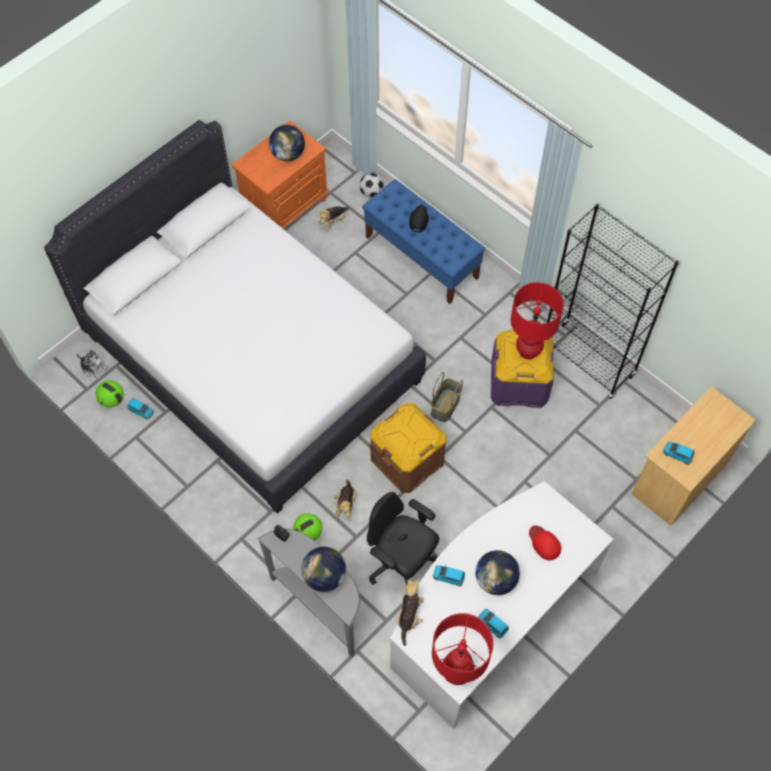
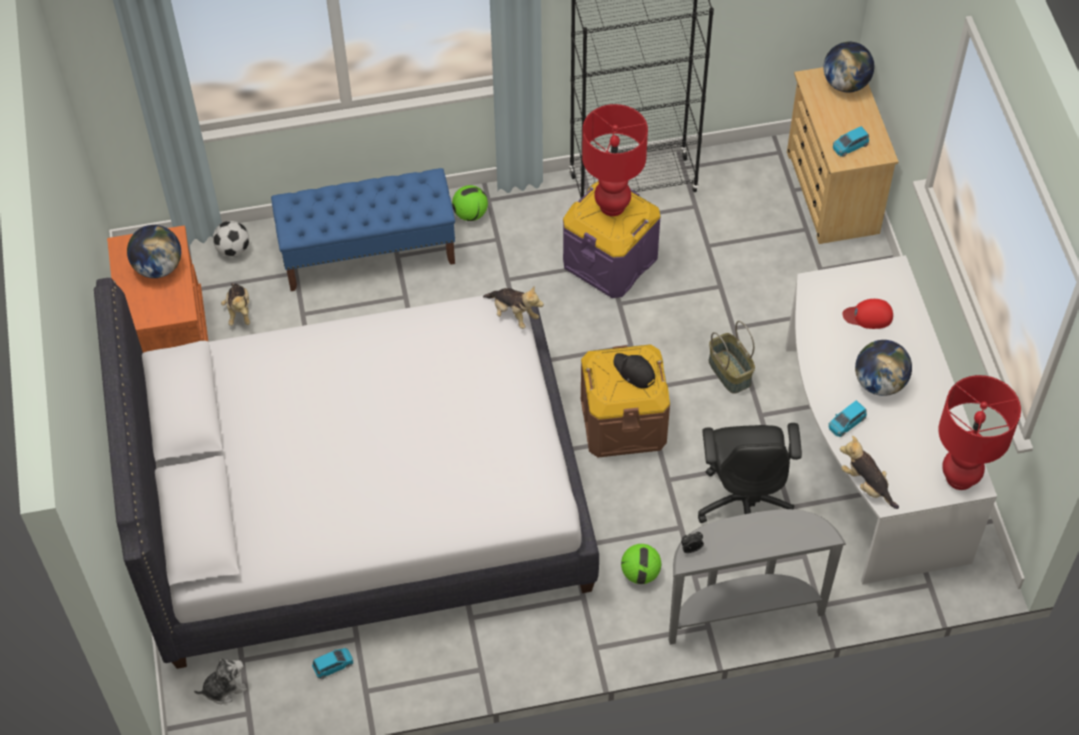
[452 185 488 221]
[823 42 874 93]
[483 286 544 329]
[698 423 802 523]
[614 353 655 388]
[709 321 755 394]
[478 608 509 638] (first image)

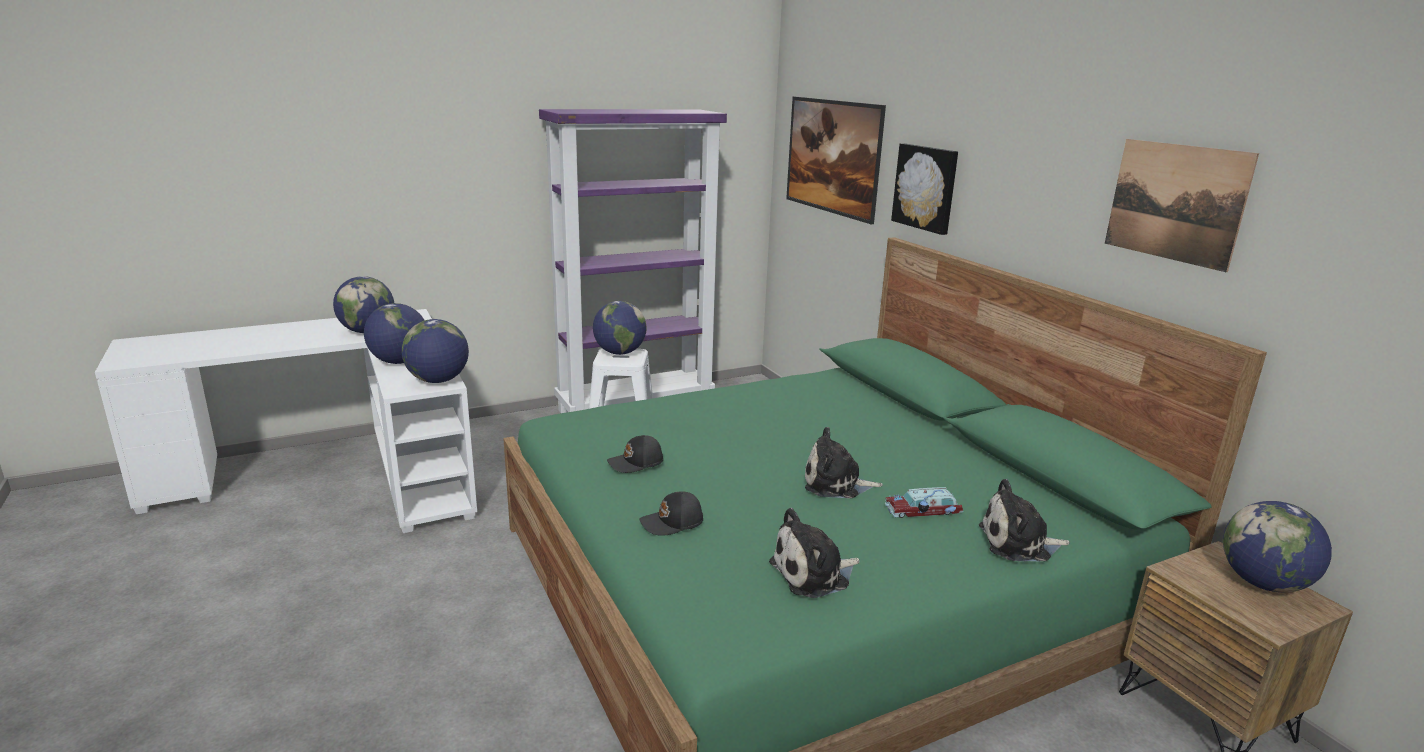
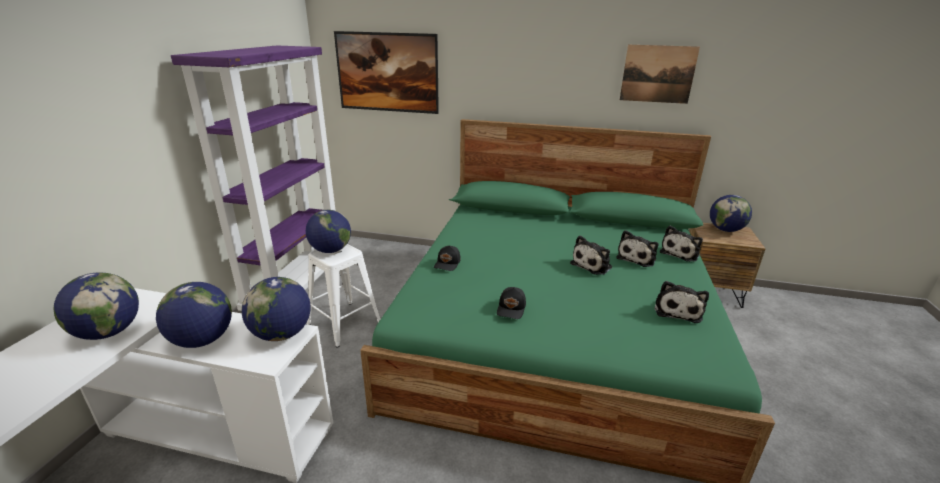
[434 246 461 271]
[616 230 659 267]
[891 143 958 235] (first image)

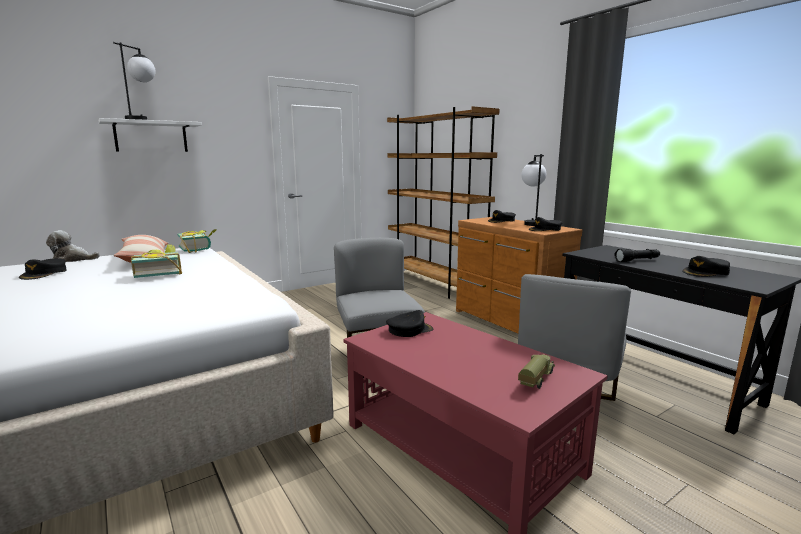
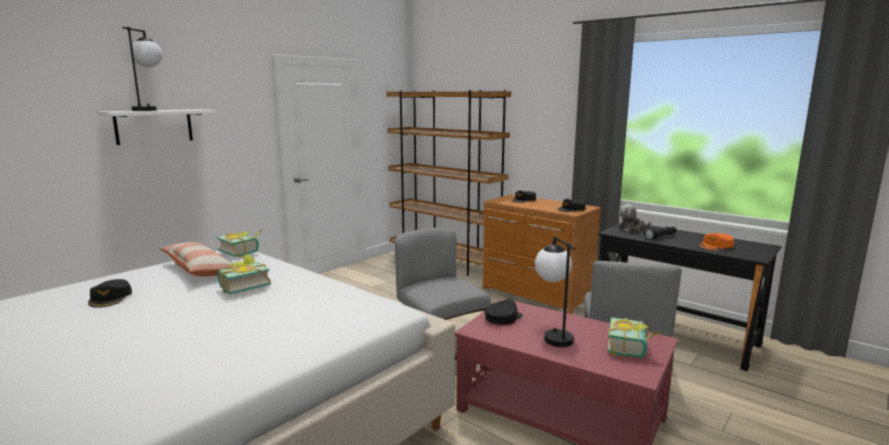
[618 204 651 232]
[608 317 661 358]
[535 236 575 347]
[700 233 734 250]

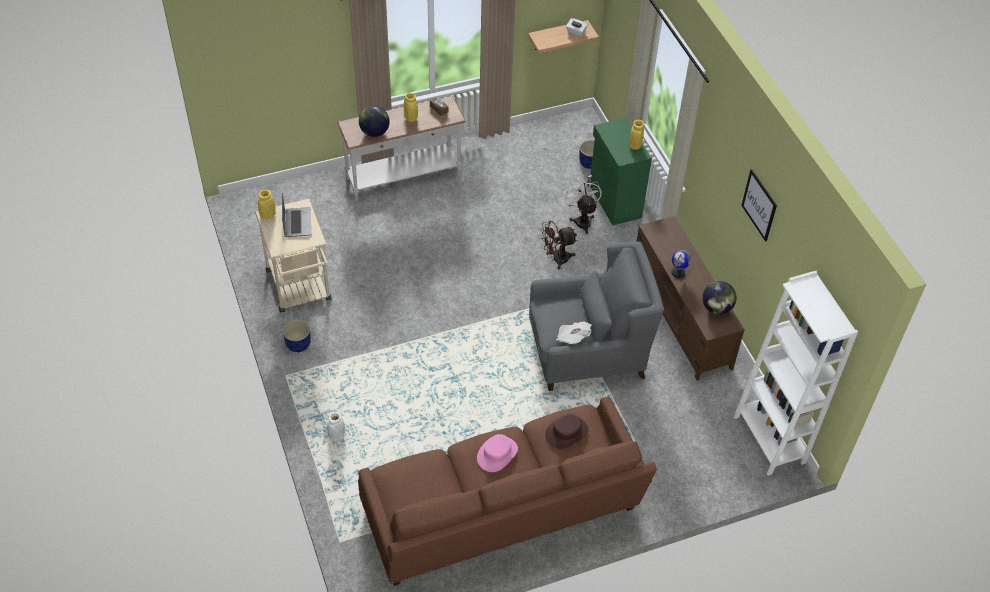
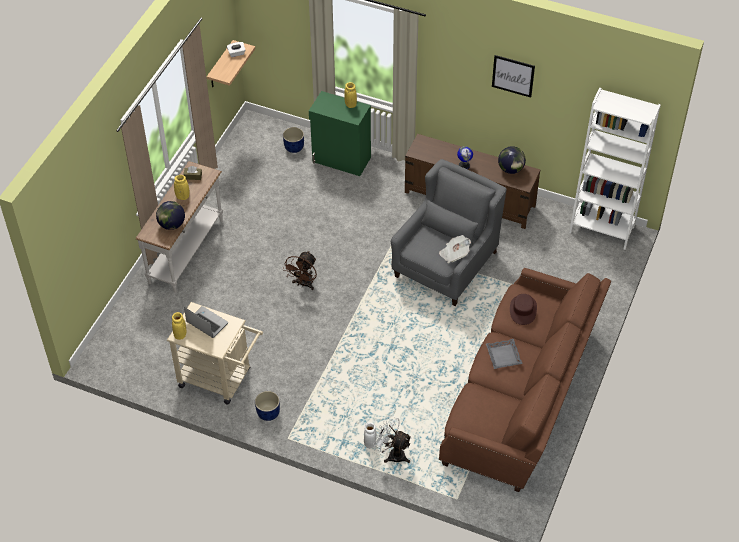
[486 339 523 369]
[284 251 317 290]
[373 415 412 463]

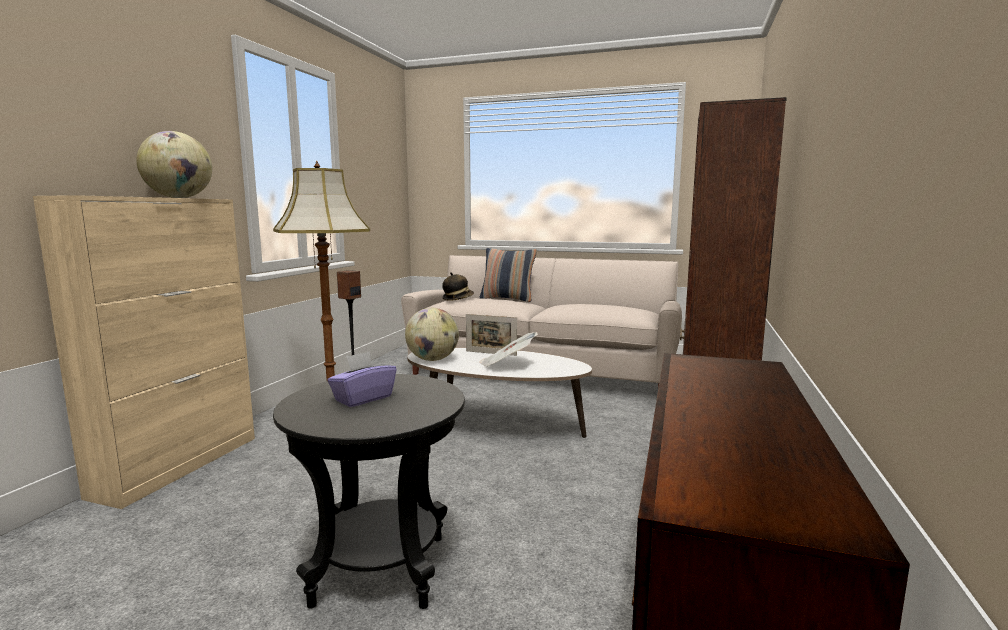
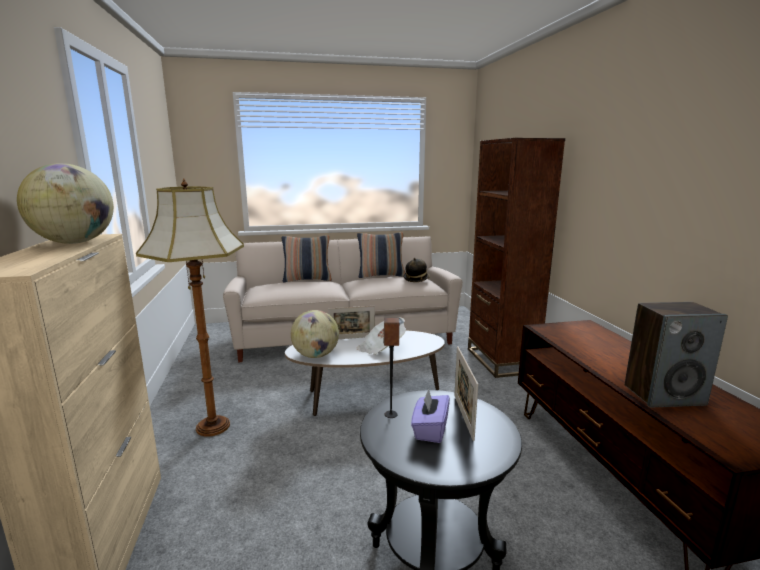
[404 258 430 282]
[357 232 405 278]
[454 346 478 441]
[625 302 728 407]

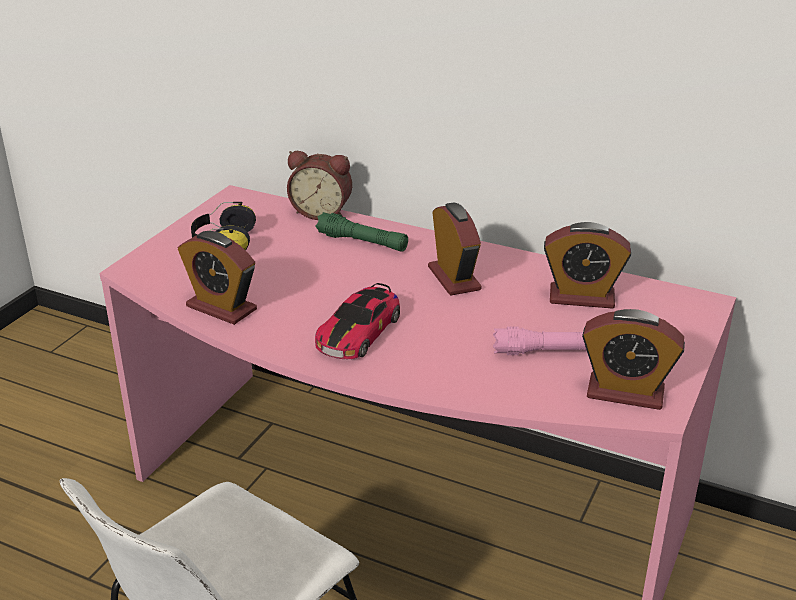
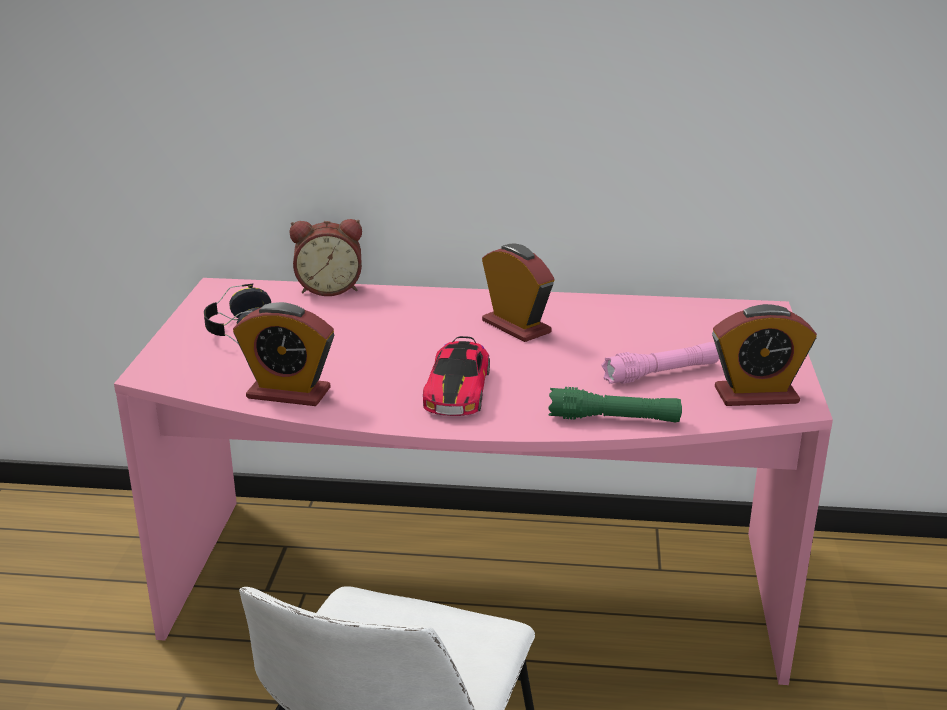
[548 387 682 422]
[544 222 631 309] (first image)

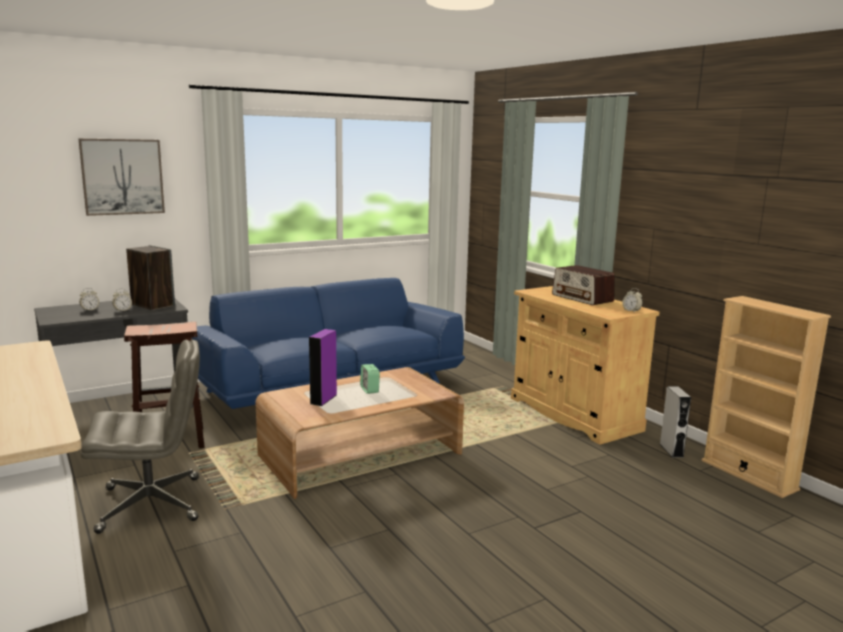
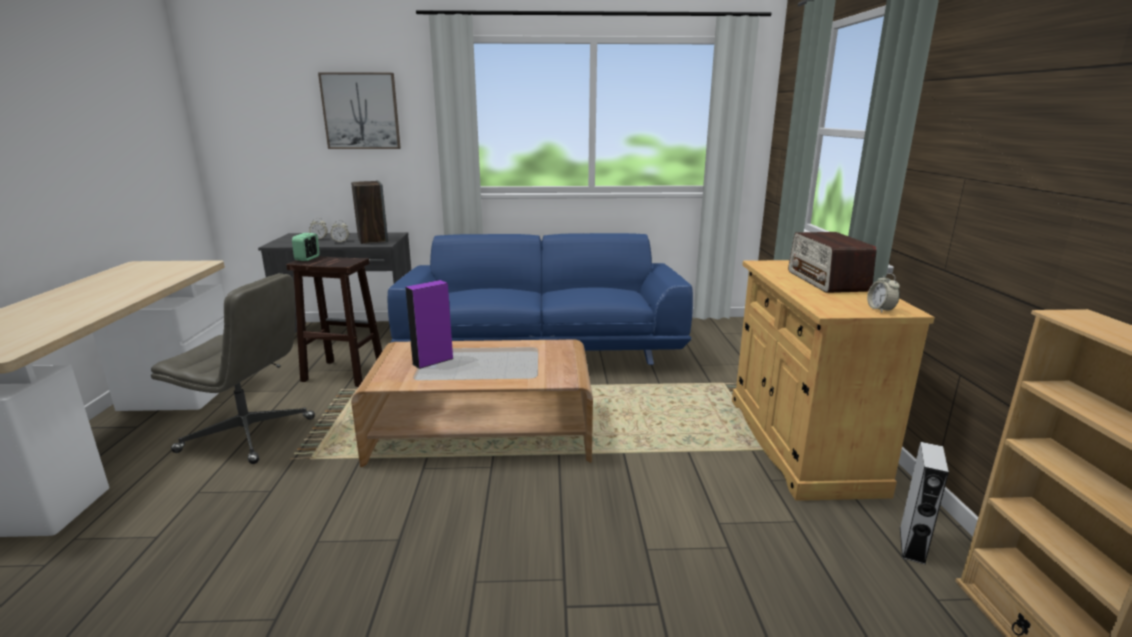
[292 233 320 261]

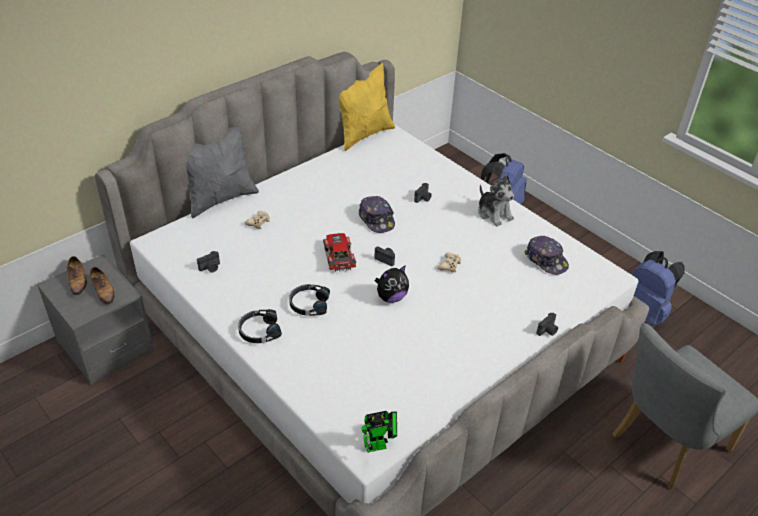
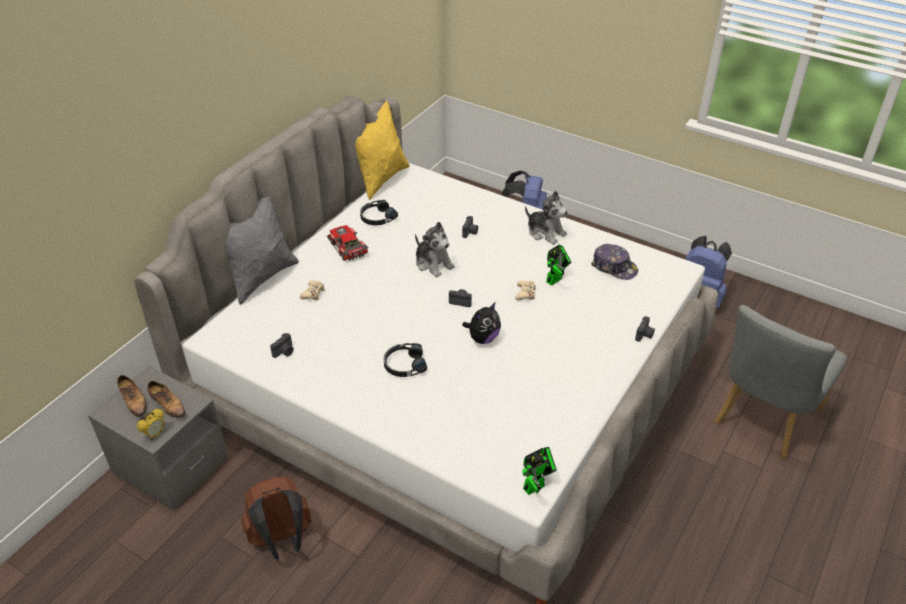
[360 200 398 225]
[327 225 368 261]
[415 222 455 277]
[137 409 164 440]
[242 476 311 559]
[546 245 571 286]

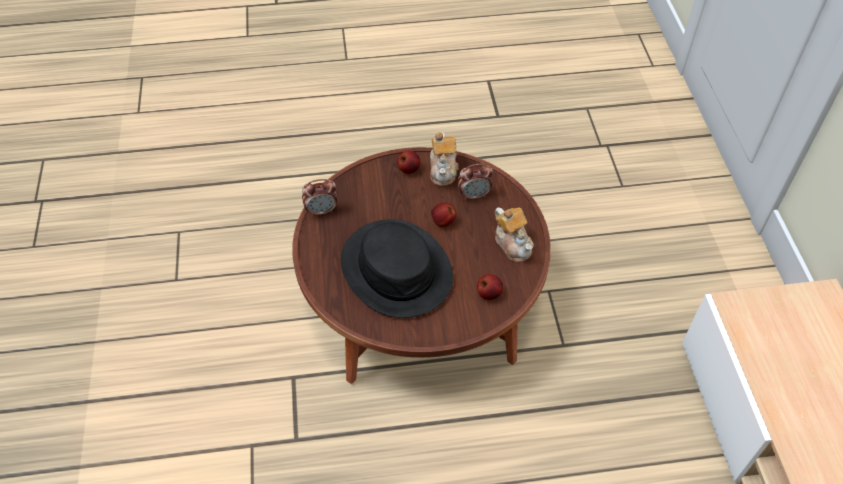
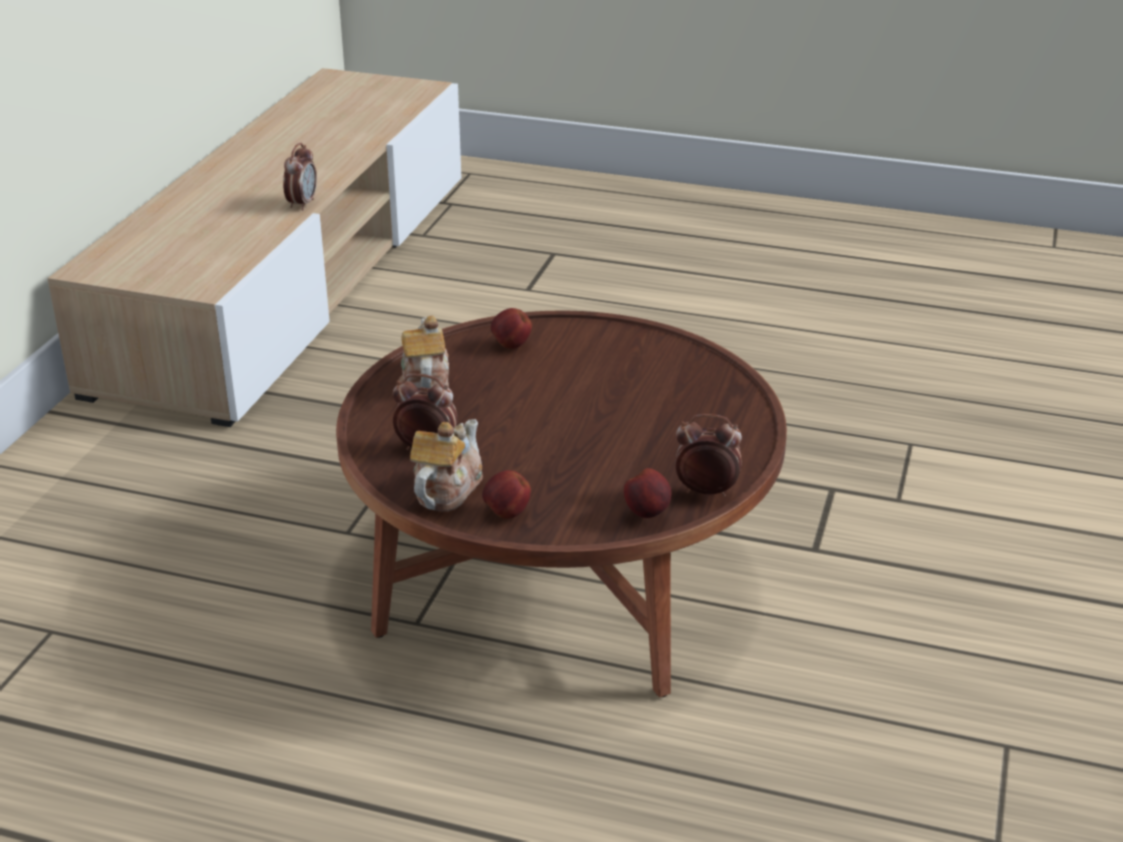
[341 219 453 318] (first image)
[624 468 671 518]
[283 143 317 211]

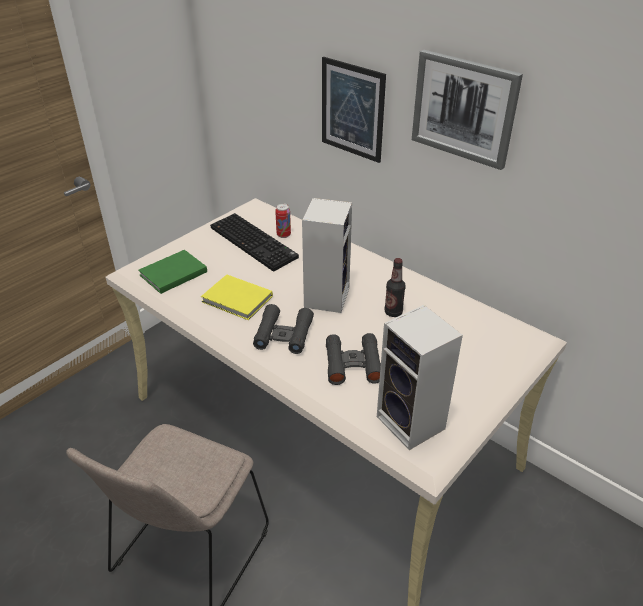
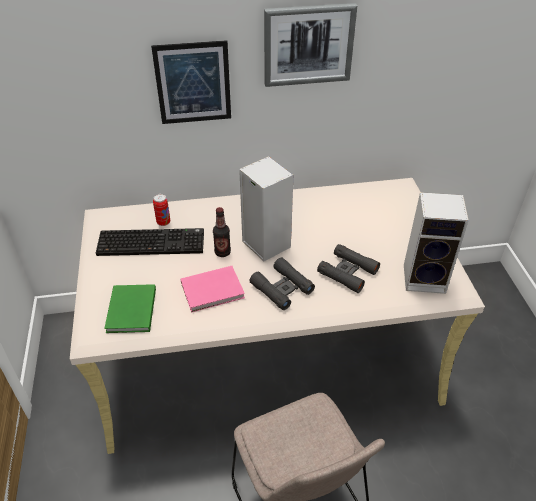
[181 266 245 312]
[213 207 231 257]

